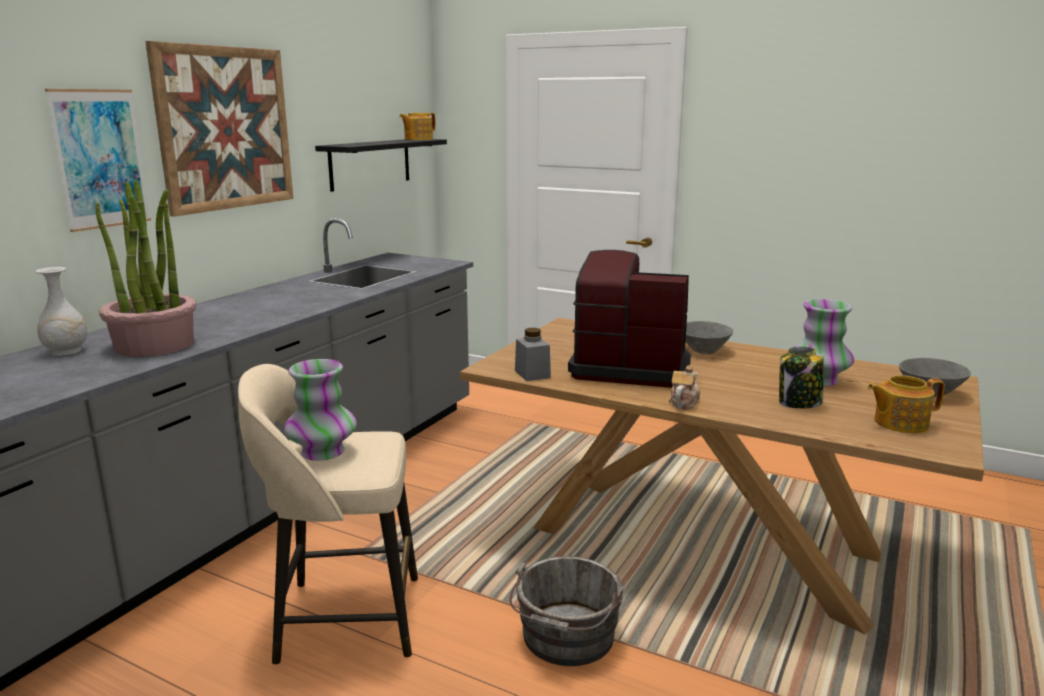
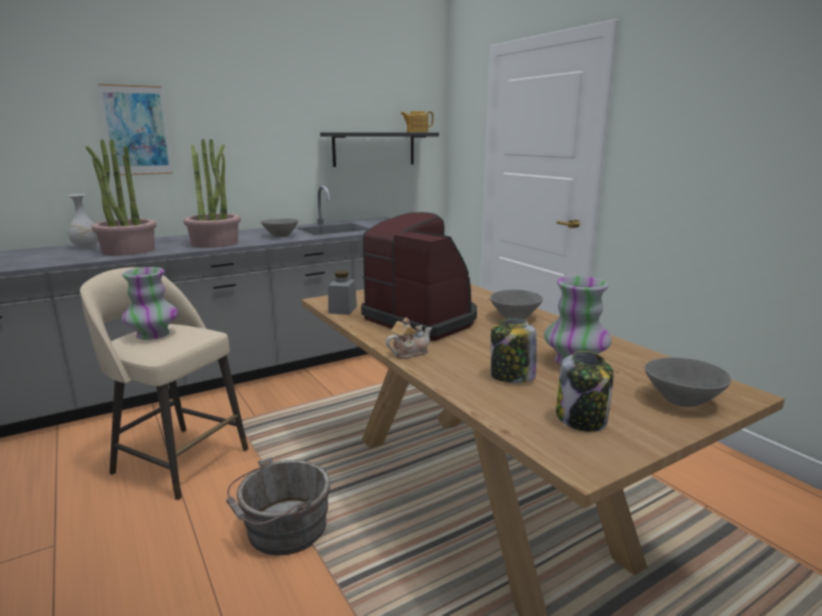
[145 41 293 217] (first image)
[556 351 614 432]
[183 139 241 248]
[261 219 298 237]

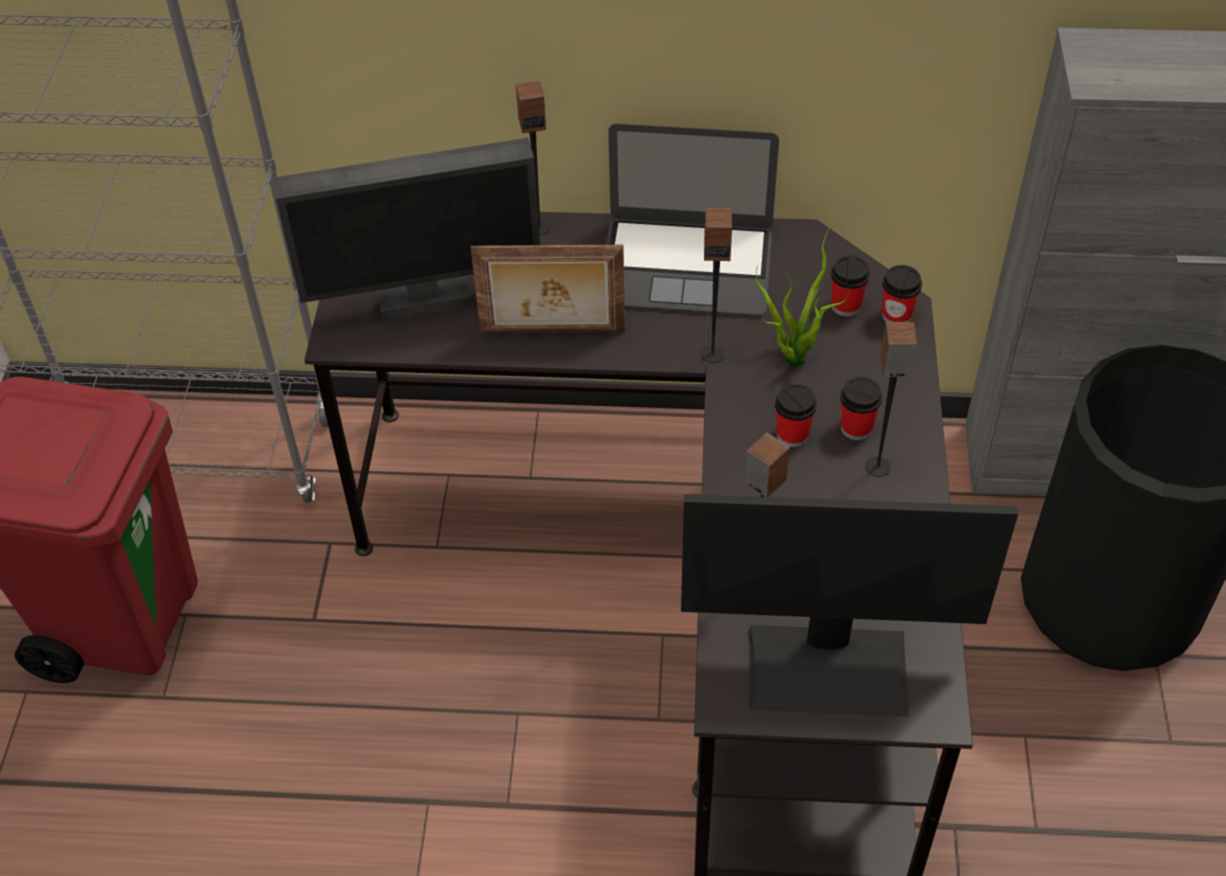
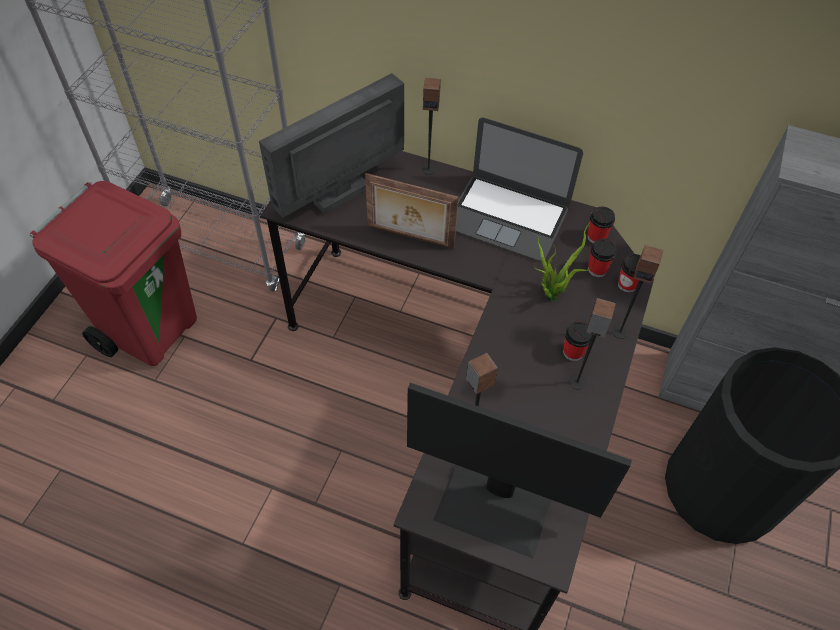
[259 73 404 218]
[612 245 663 339]
[587 206 615 244]

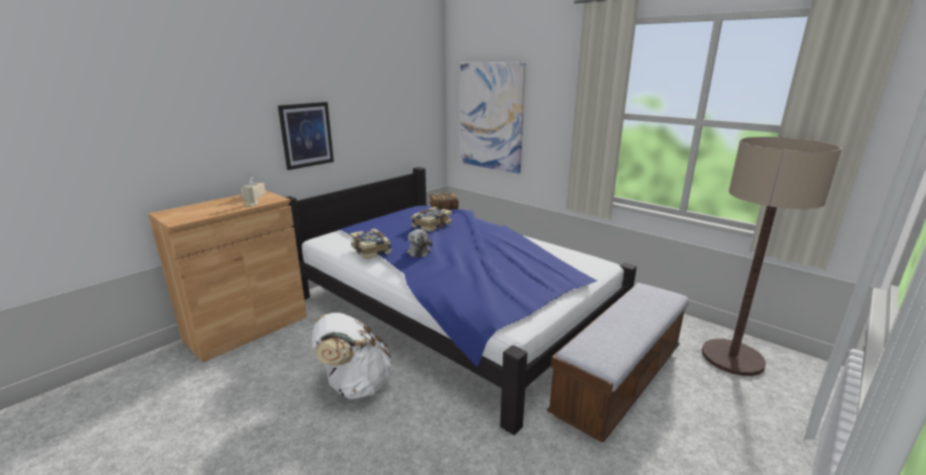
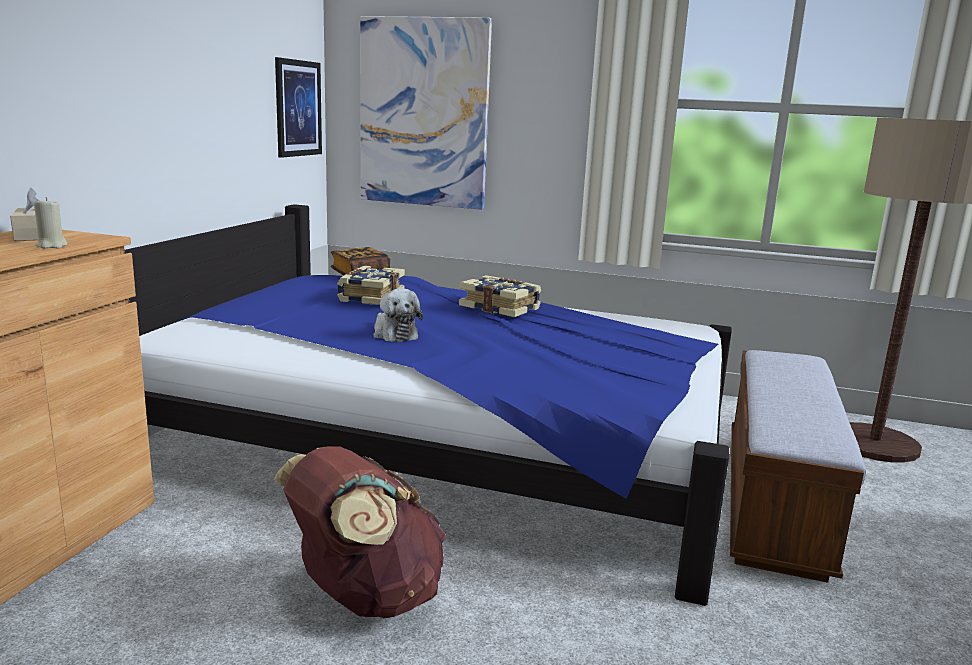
[275 57 322 158]
[274 446 447 618]
[459 275 541 317]

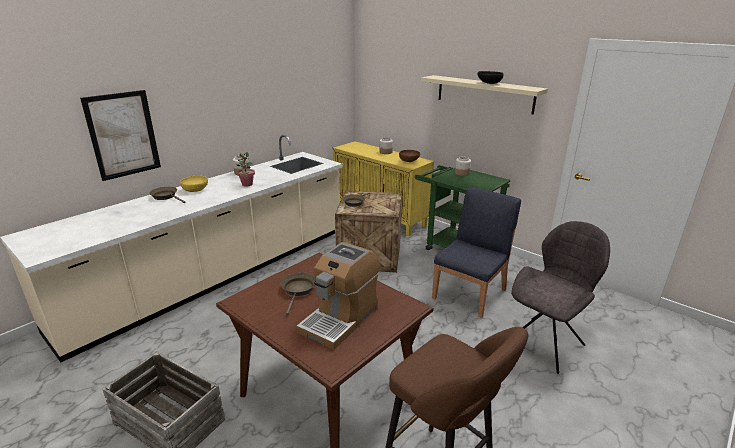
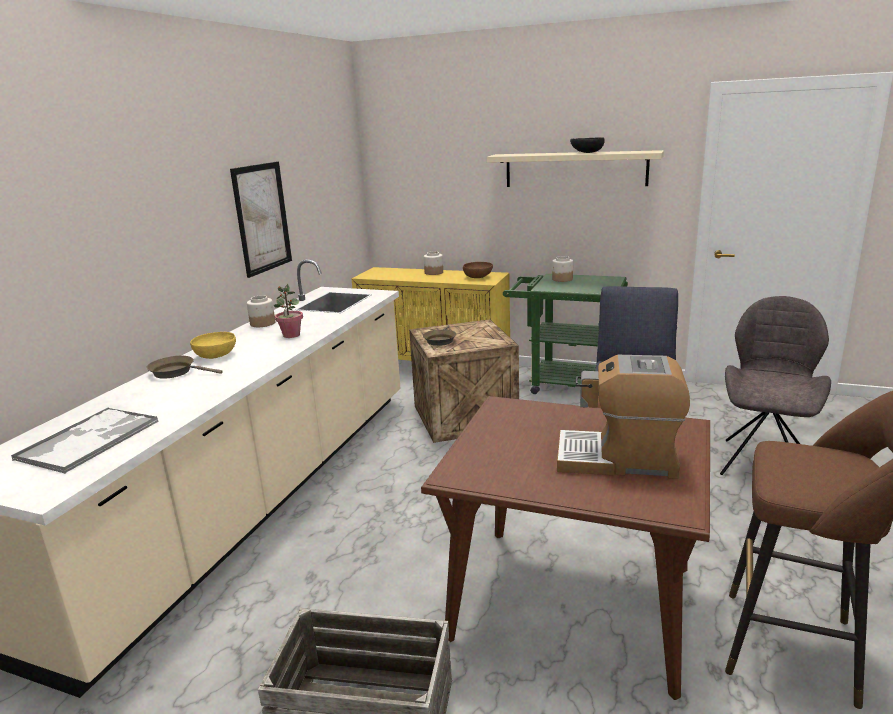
[230 161 292 278]
[280 272 316 315] (first image)
[557 355 690 479]
[11 407 159 474]

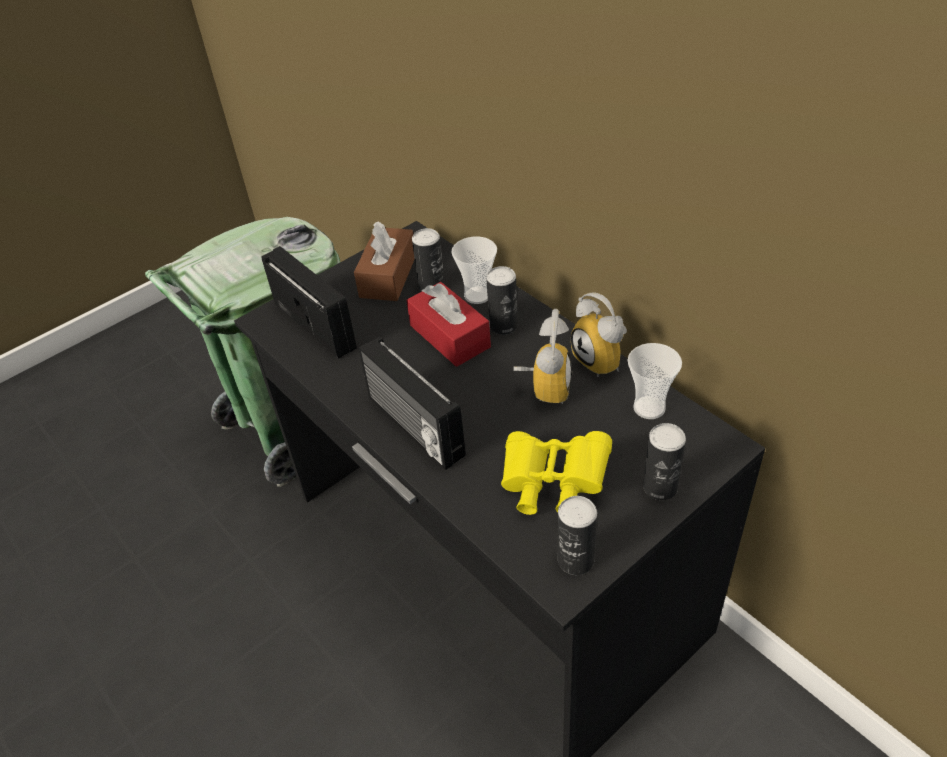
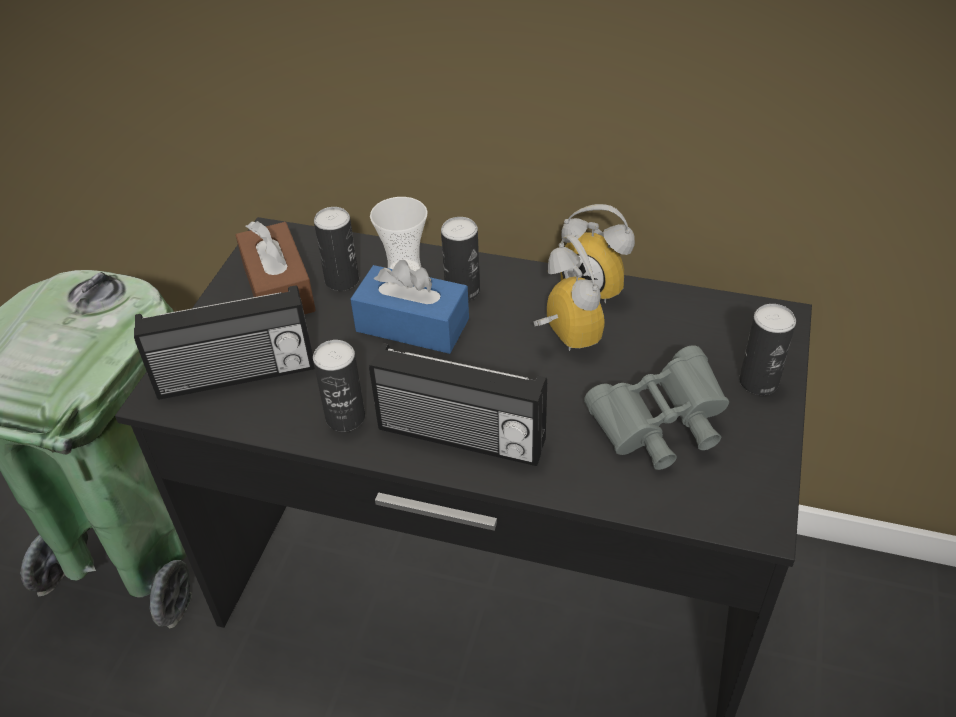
[134 285 315 400]
[350 260 469 354]
[584 345 729 470]
[313 340 365 432]
[628 343 682 419] (first image)

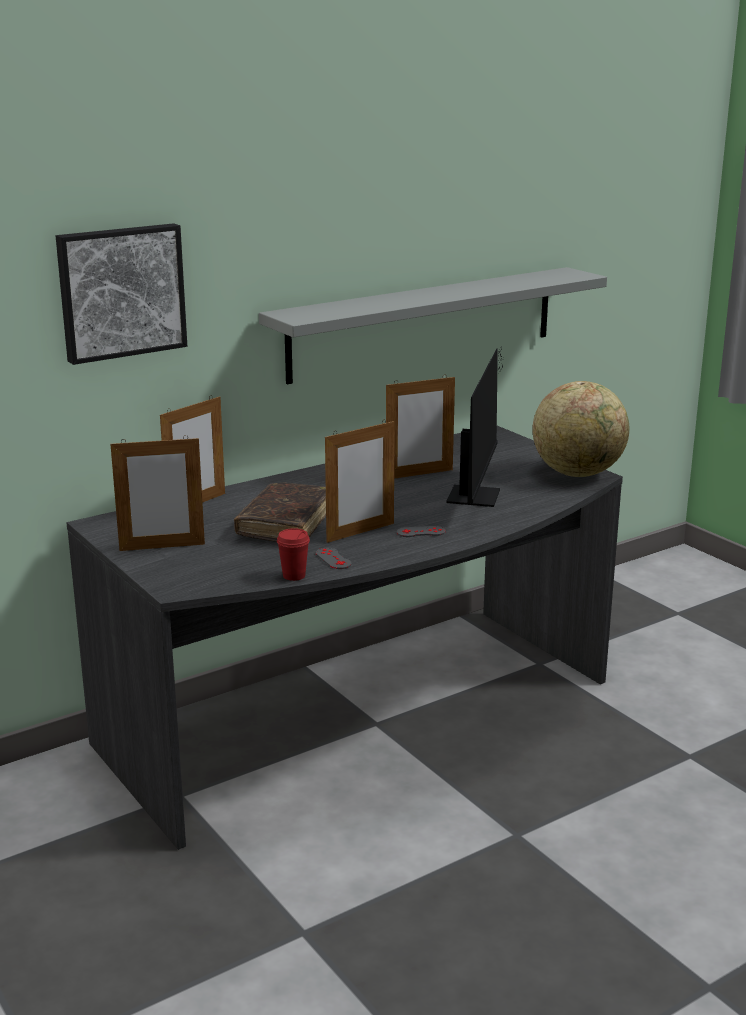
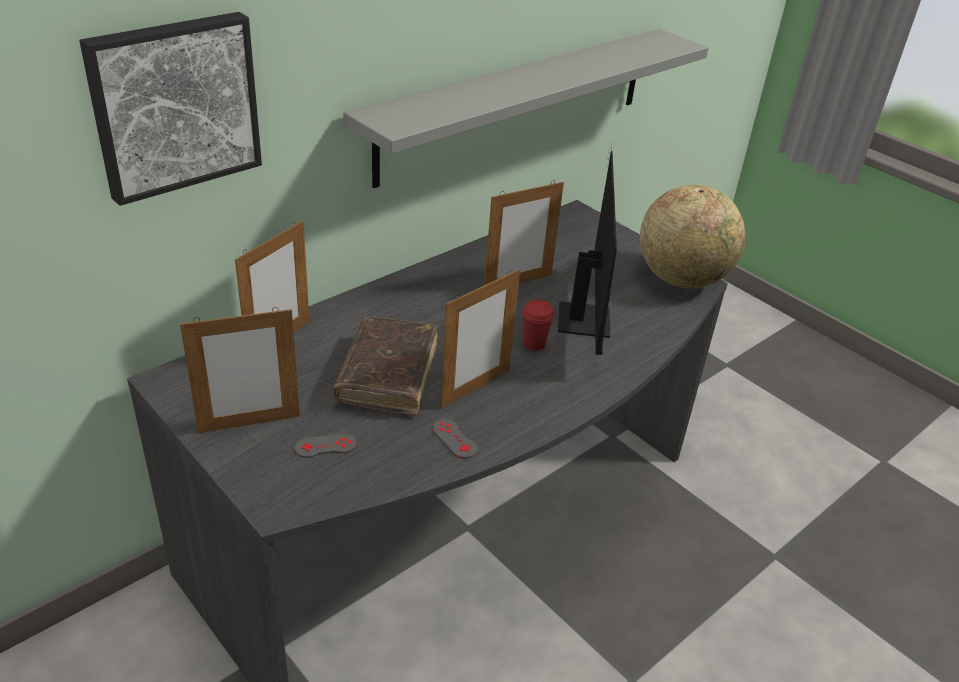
[522 300 554 351]
[294 434 356 458]

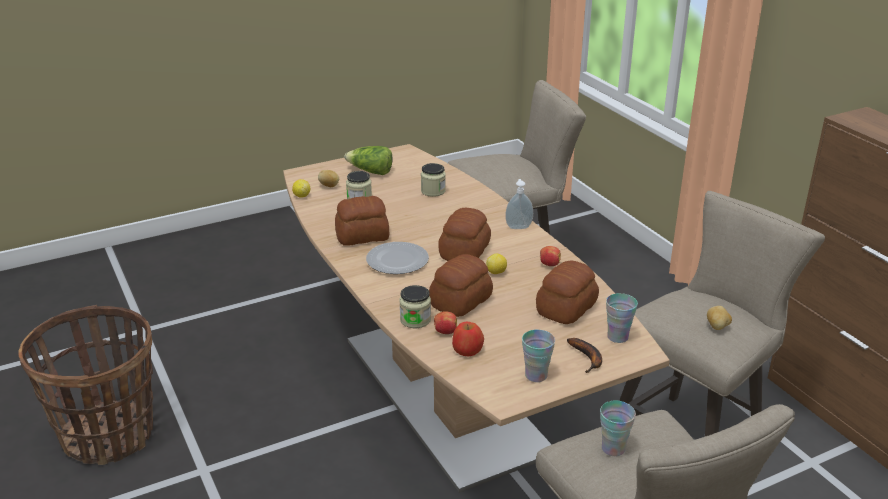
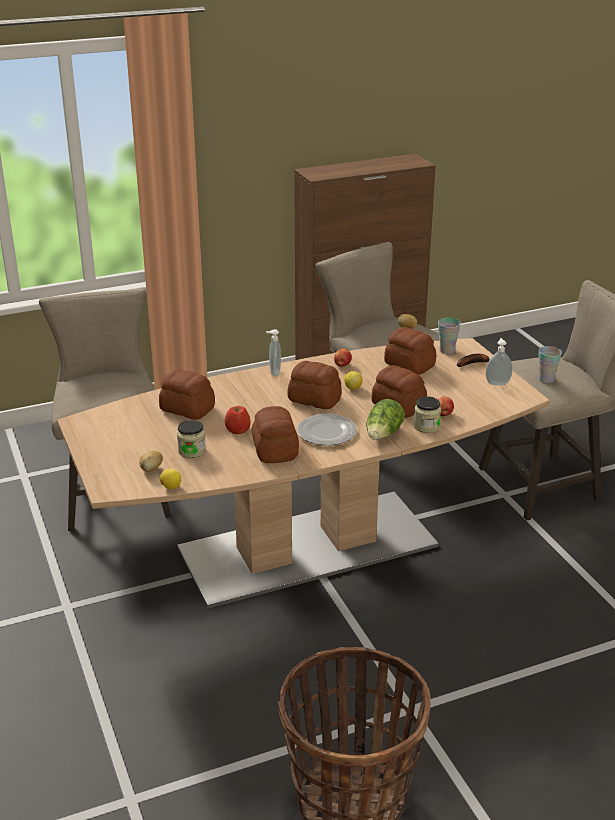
[366 399 405 440]
[159 369 215 420]
[225 406 250 434]
[486 338 512 386]

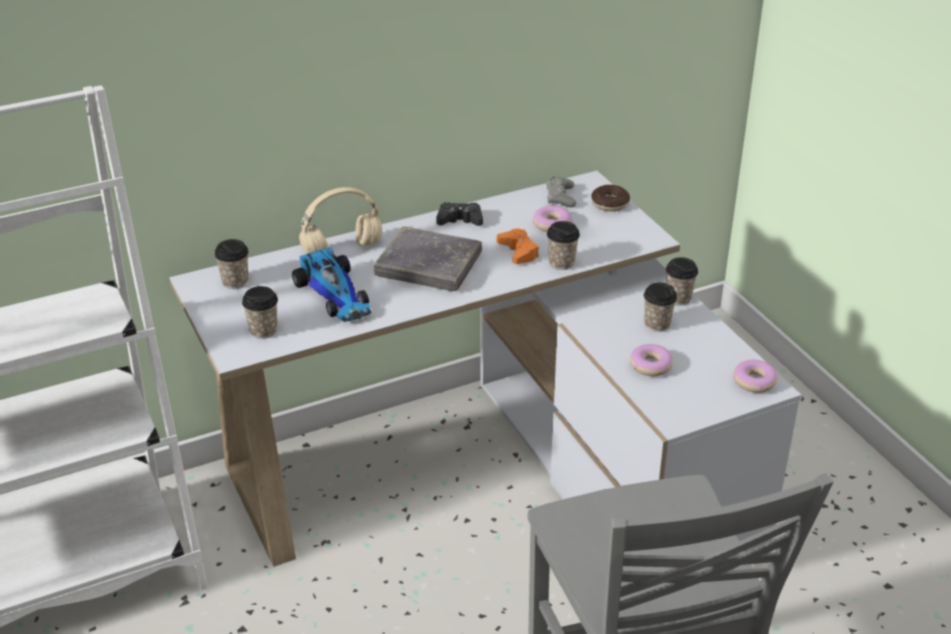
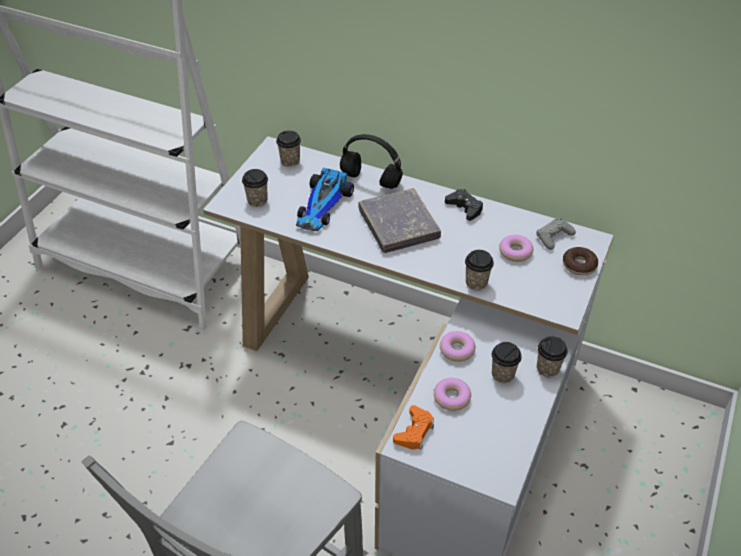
[340 134 403 189]
[393 405 434 450]
[440 331 476 362]

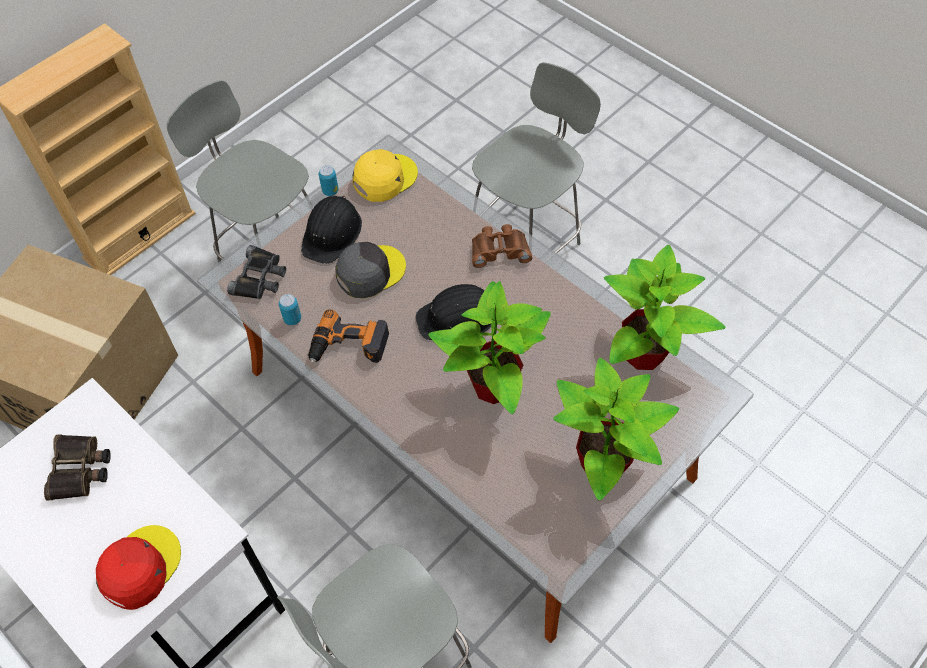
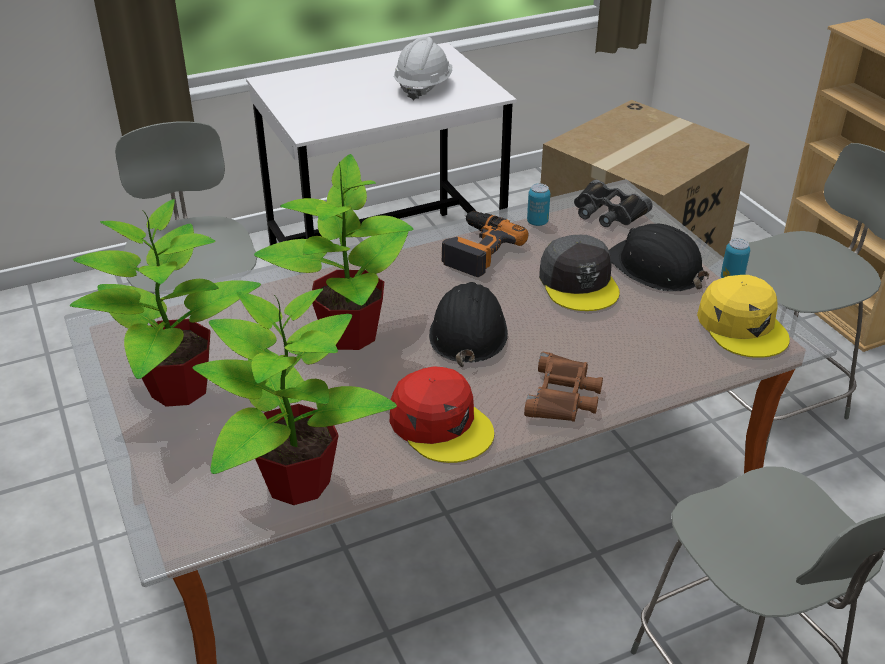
[394 37 452 100]
[390 366 494 463]

